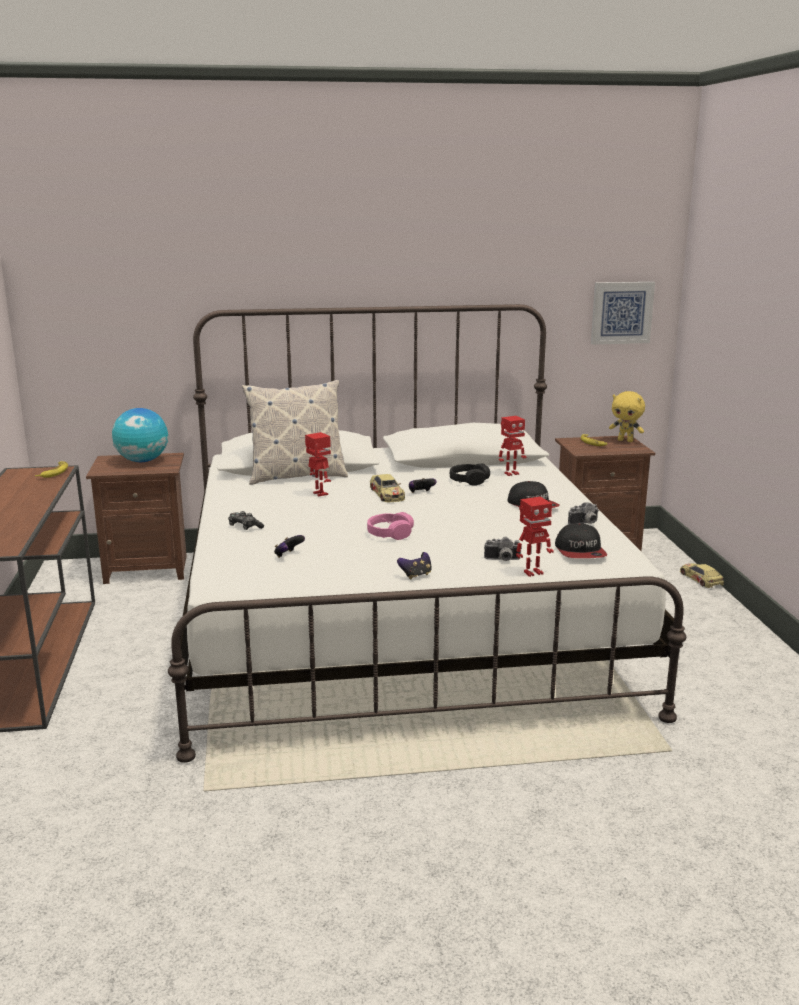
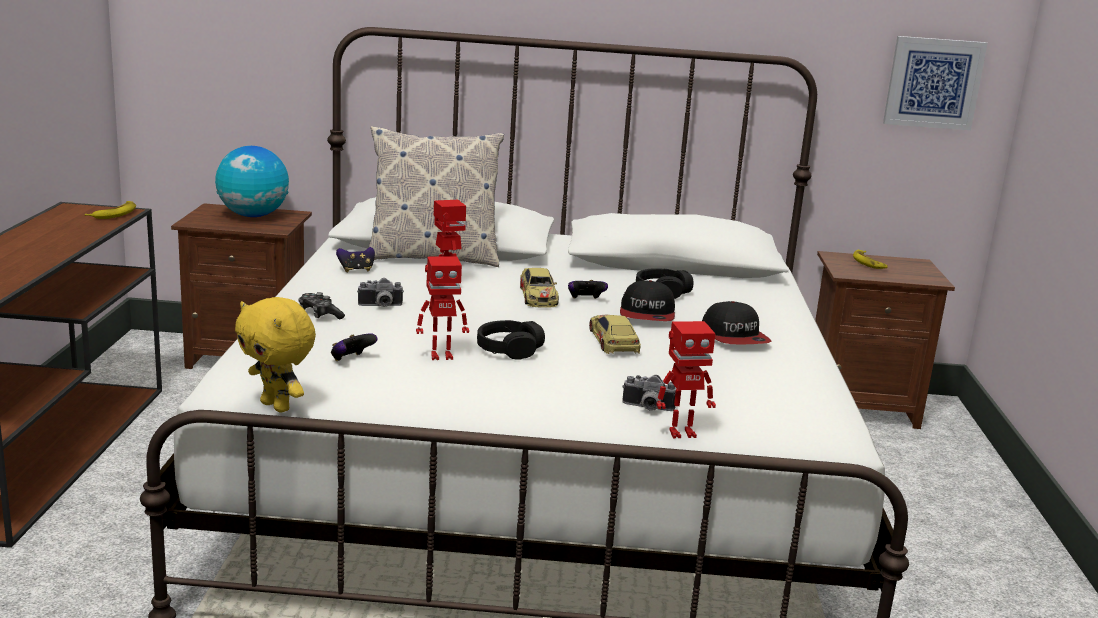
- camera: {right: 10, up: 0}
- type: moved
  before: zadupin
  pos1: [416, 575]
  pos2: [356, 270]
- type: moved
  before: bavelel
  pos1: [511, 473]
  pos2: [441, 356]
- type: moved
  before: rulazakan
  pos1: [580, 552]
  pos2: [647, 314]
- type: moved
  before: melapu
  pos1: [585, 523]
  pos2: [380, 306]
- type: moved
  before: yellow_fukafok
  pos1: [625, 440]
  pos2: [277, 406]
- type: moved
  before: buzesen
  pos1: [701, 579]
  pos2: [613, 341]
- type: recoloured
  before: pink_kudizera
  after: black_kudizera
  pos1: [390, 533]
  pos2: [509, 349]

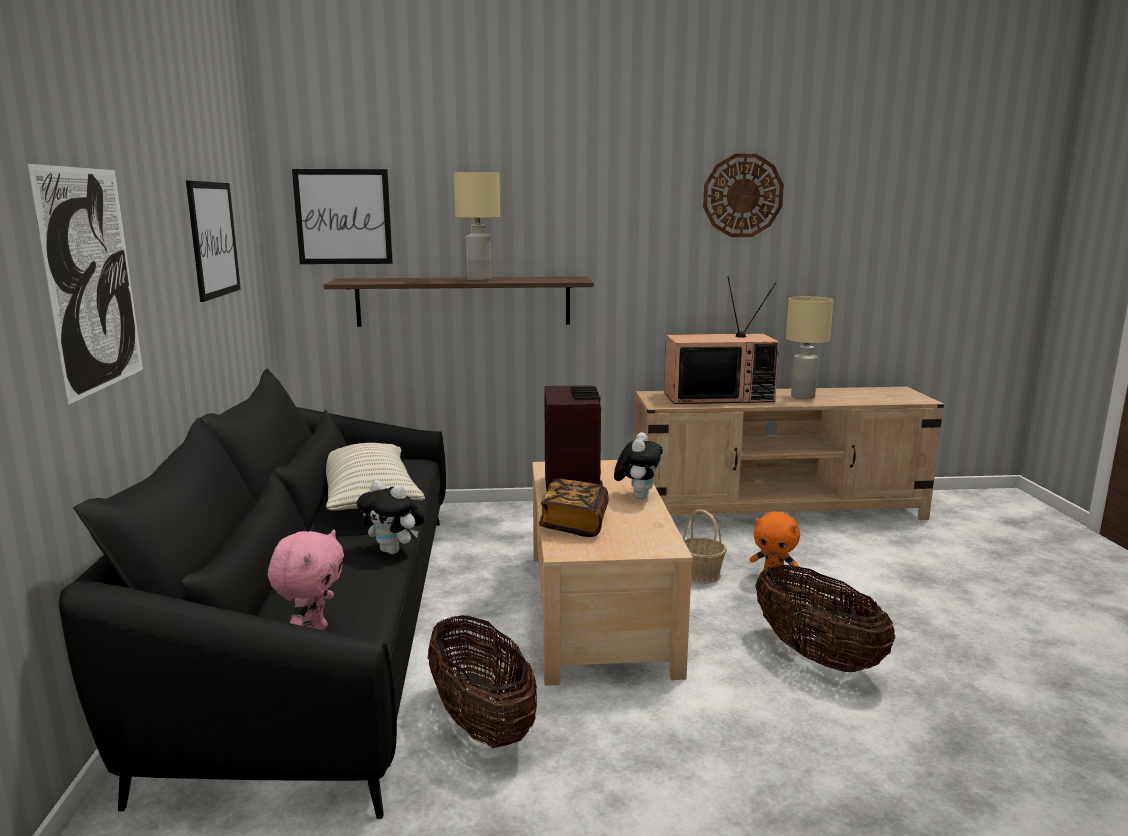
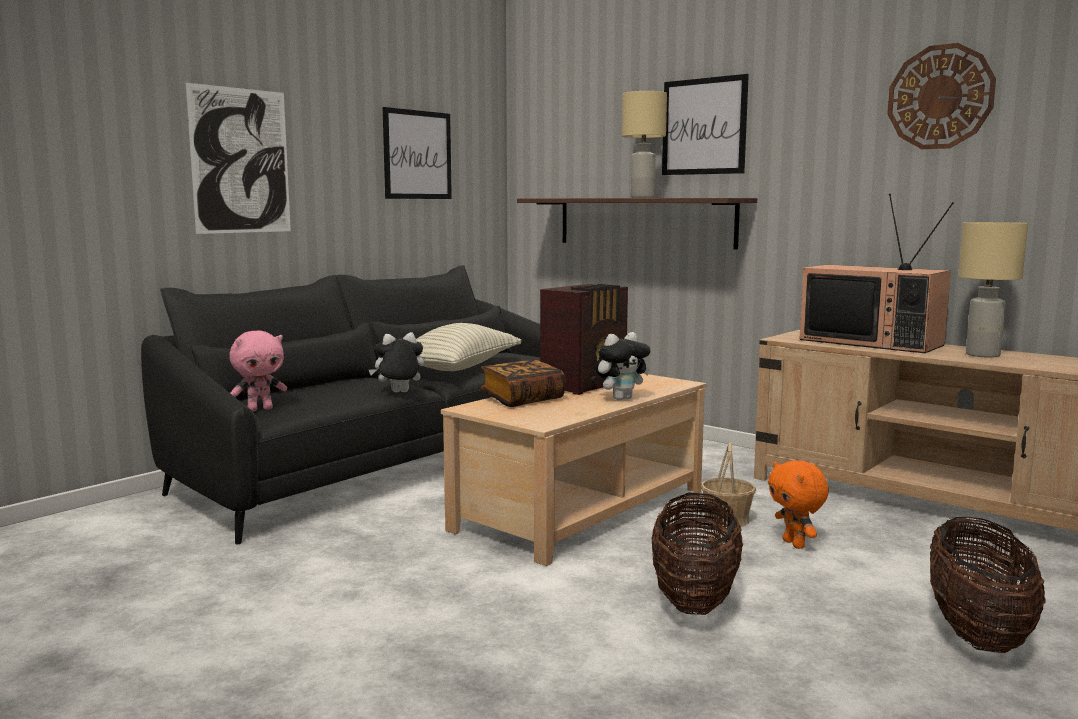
- camera: {right: 45, up: -5}
- type: moved
  before: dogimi
  pos1: [343, 217]
  pos2: [704, 126]
- type: moved
  before: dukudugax
  pos1: [481, 723]
  pos2: [977, 633]
- type: turned
  before: fukafok
  pos1: [394, 551]
  pos2: [399, 393]
  turn: 90

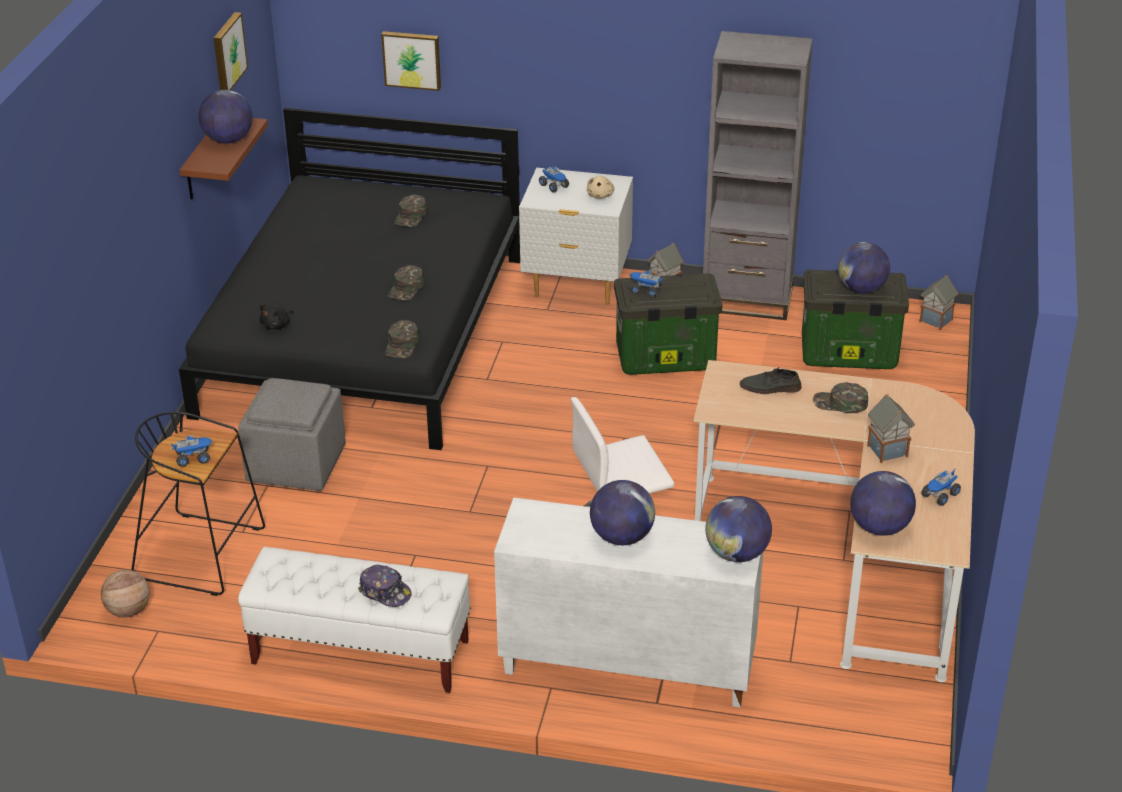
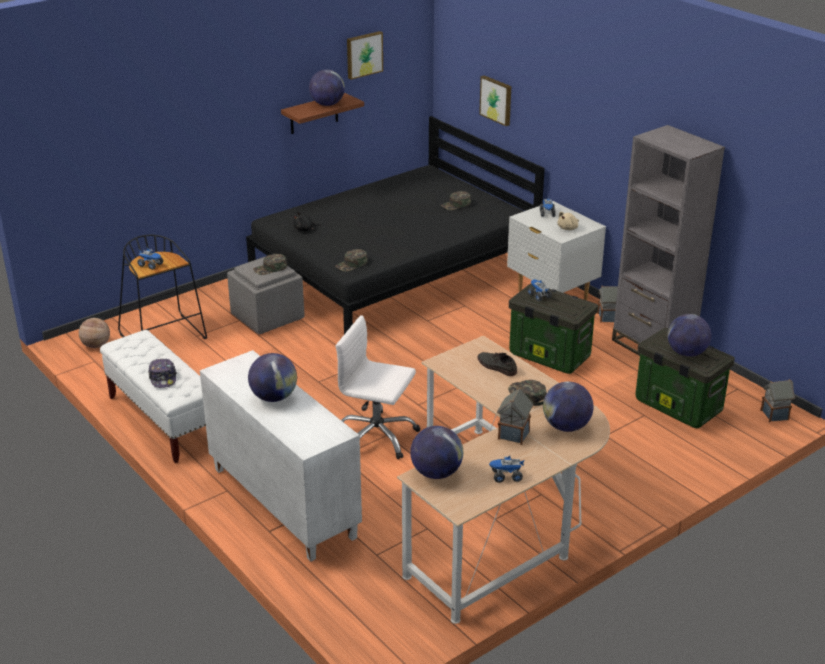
- camera: {right: 40, up: -5}
- type: moved
  before: green_rulazakan
  pos1: [406, 288]
  pos2: [270, 268]
- type: moved
  before: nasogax
  pos1: [737, 554]
  pos2: [566, 427]

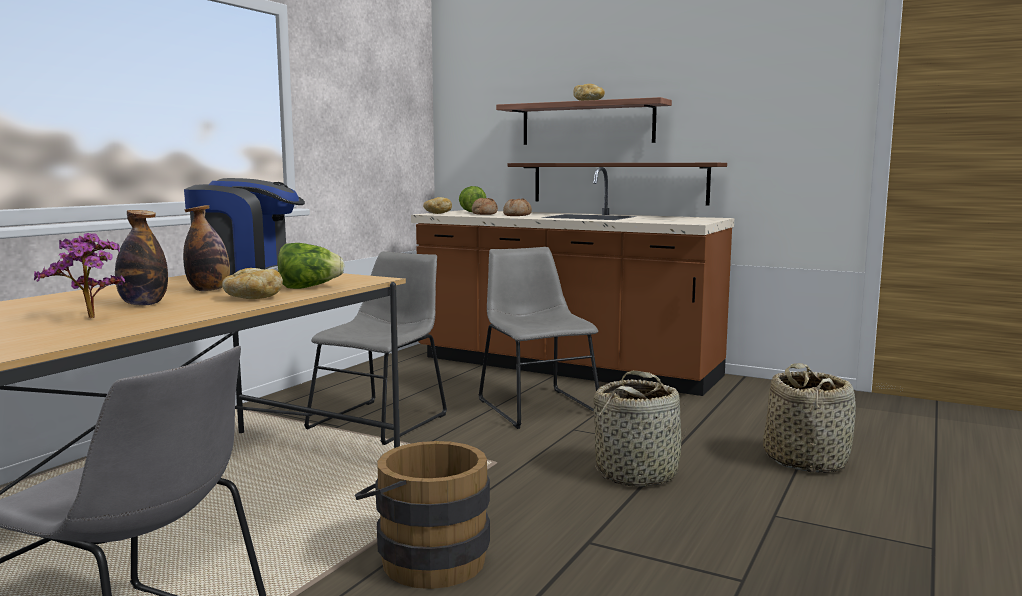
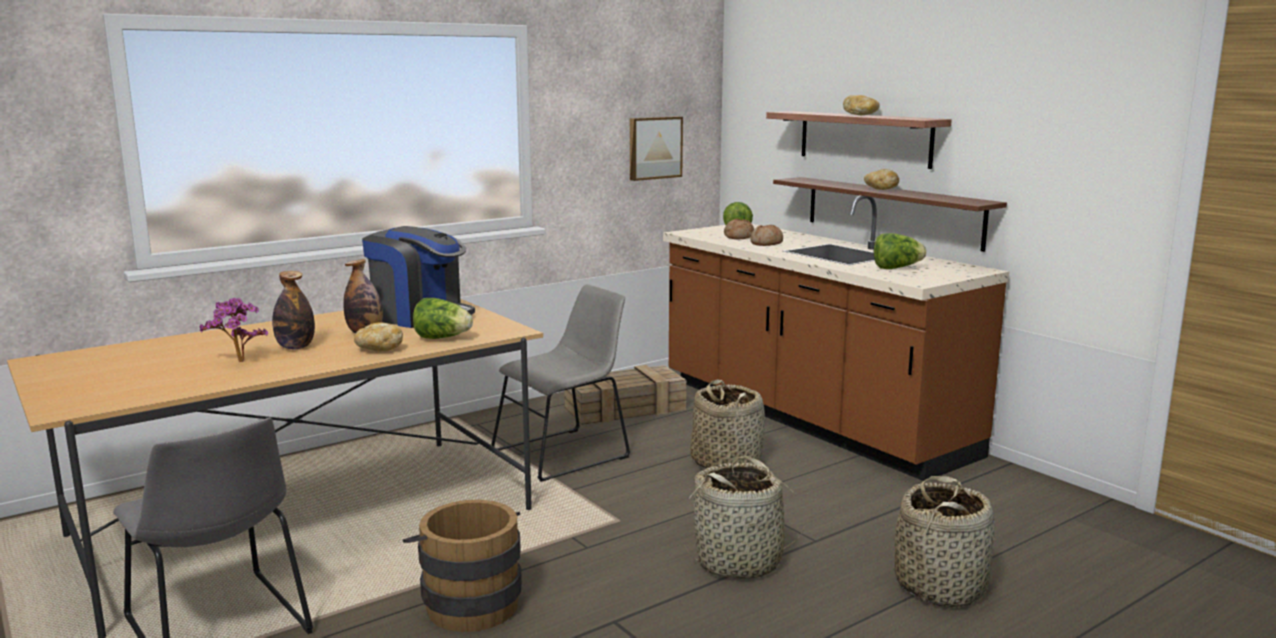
- camera: {right: 25, up: 5}
- type: added
  after: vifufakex
  pos2: [626, 408]
- type: added
  after: dogimi
  pos2: [654, 147]
- type: added
  after: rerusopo
  pos2: [896, 268]
- type: moved
  before: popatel
  pos1: [437, 213]
  pos2: [881, 189]
- type: replaced
  before: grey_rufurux
  after: dukudugax
  pos1: [536, 406]
  pos2: [726, 462]

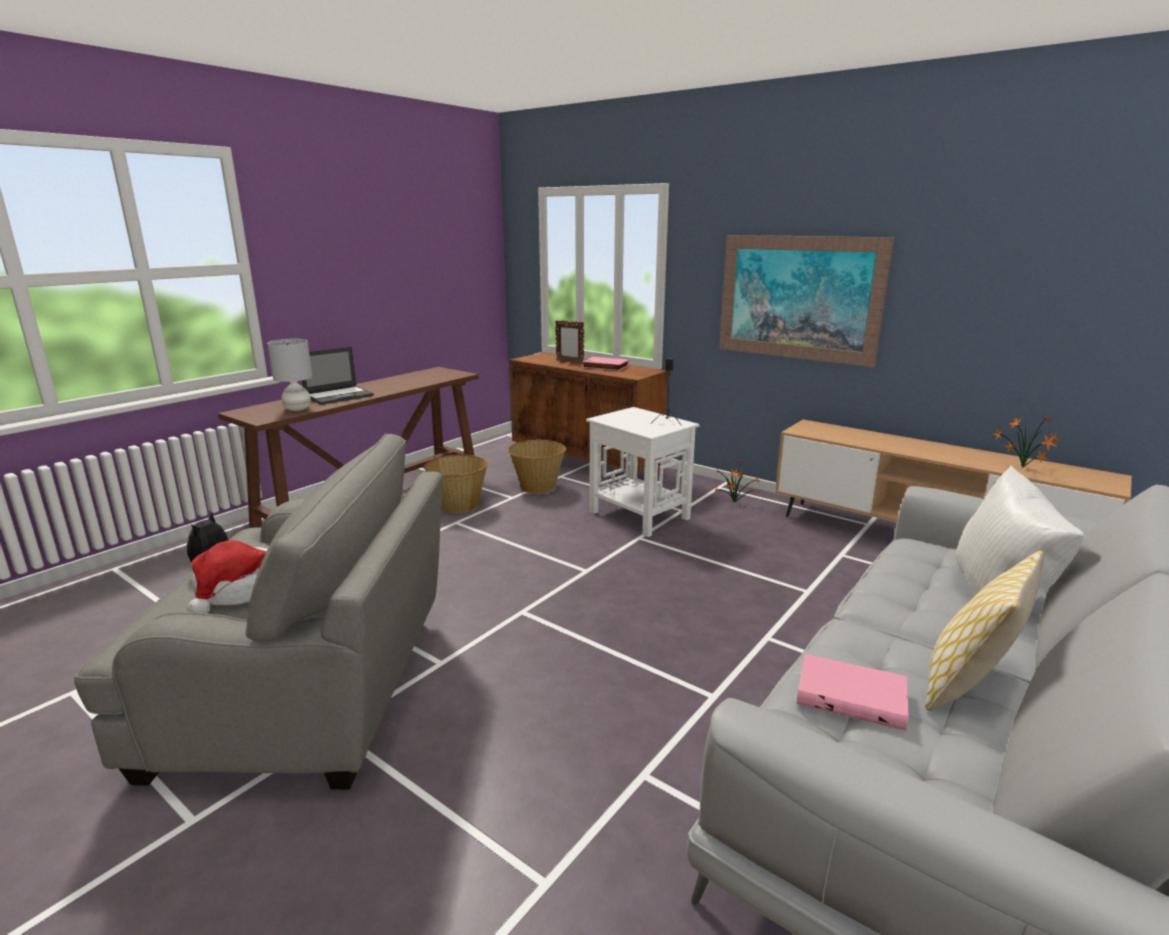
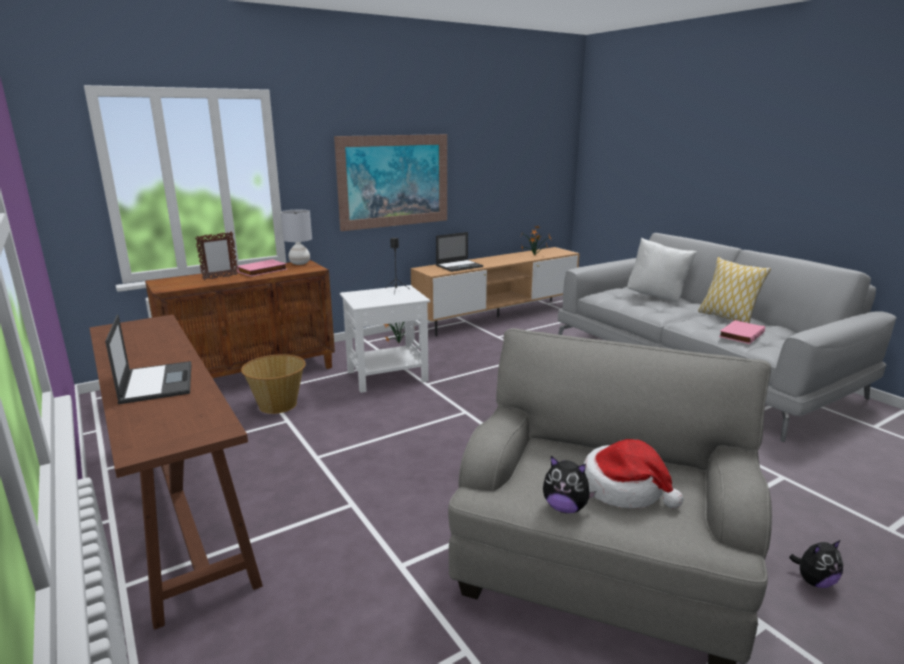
- camera: {right: -70, up: 0}
- type: removed
  before: dukudugax
  pos1: [459, 505]
- type: added
  after: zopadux
  pos2: [459, 266]
- type: added
  after: fukafok
  pos2: [814, 581]
- type: moved
  before: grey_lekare
  pos1: [297, 409]
  pos2: [299, 263]

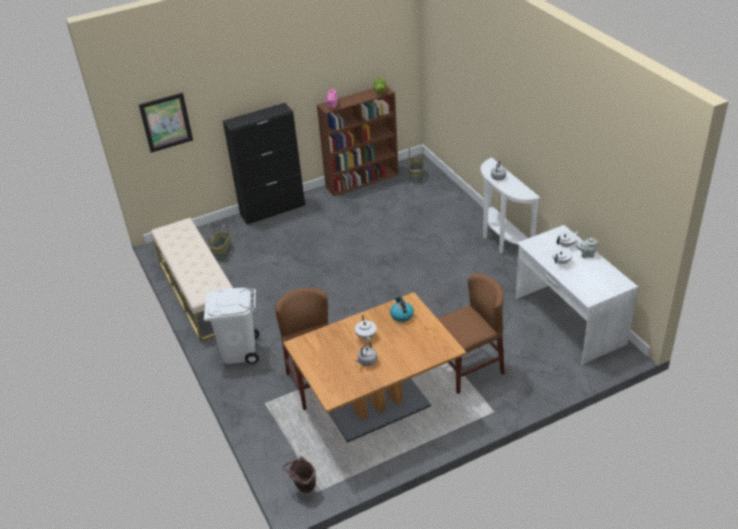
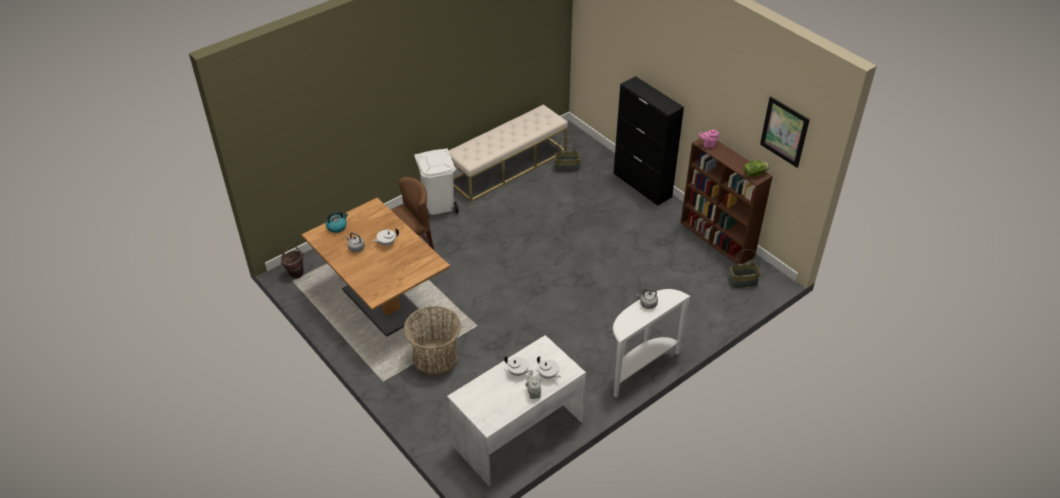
- camera: {right: 75, up: 5}
- type: moved
  before: dogimi
  pos1: [166, 122]
  pos2: [784, 131]
- type: moved
  before: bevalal
  pos1: [401, 315]
  pos2: [337, 227]
- type: replaced
  before: brown_rufurux
  after: dukudugax
  pos1: [468, 369]
  pos2: [435, 358]

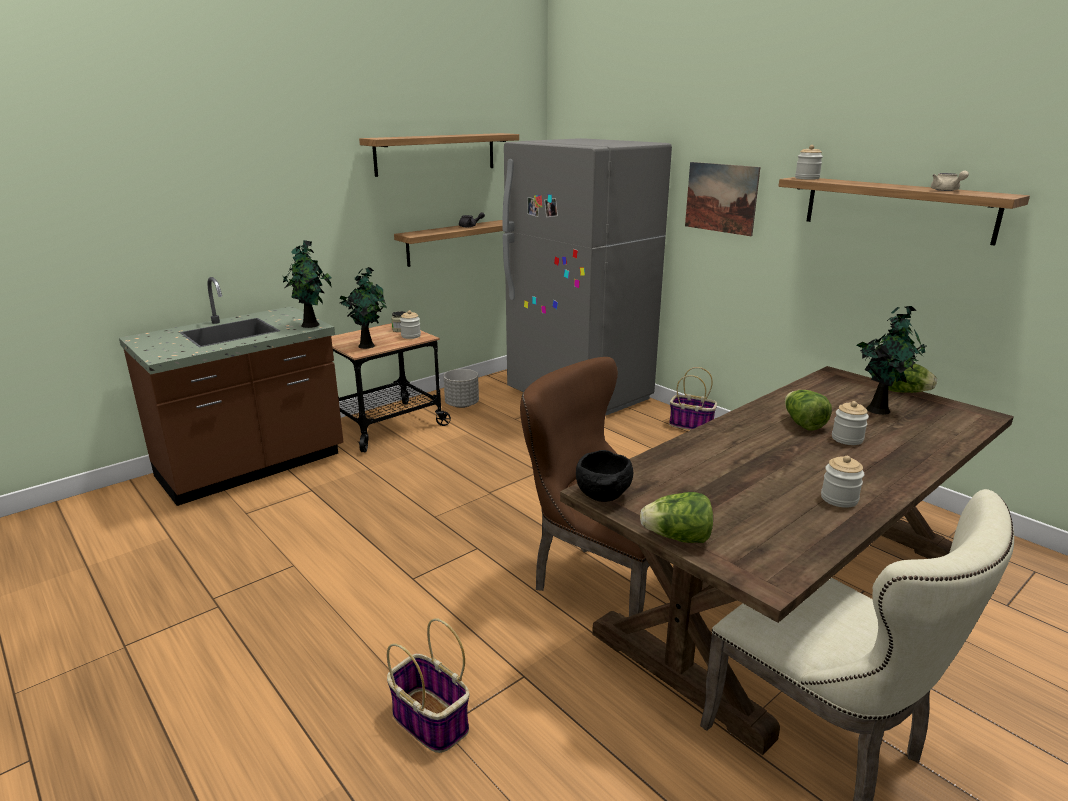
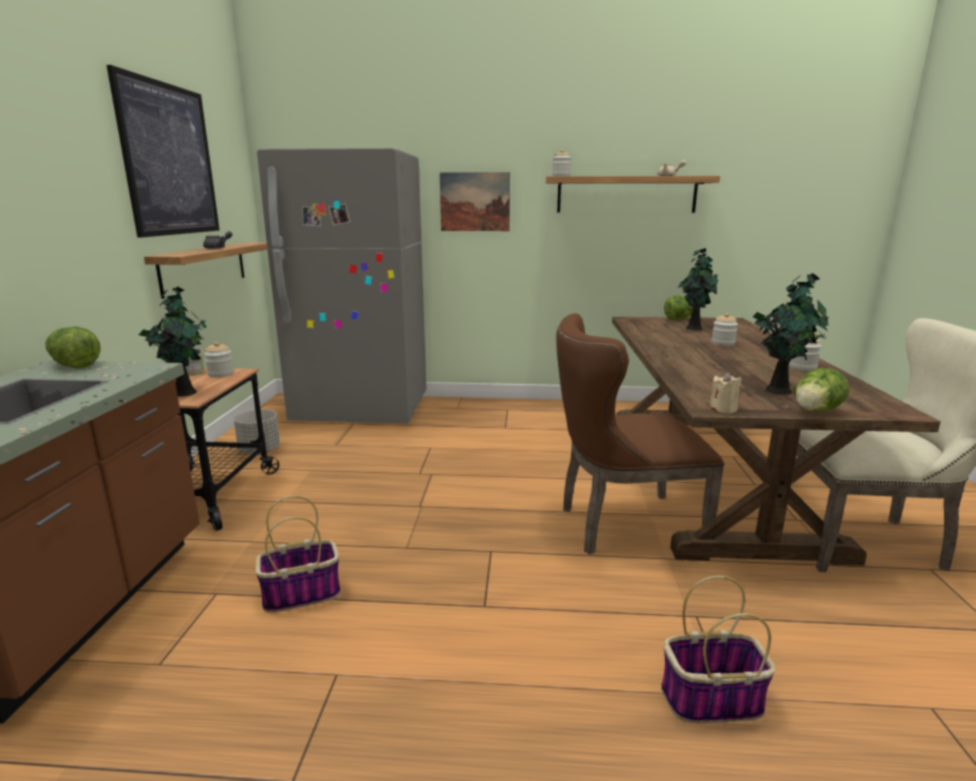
- camera: {right: -45, up: -5}
- type: moved
  before: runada
  pos1: [312, 325]
  pos2: [779, 390]
- type: moved
  before: dukudugax
  pos1: [692, 425]
  pos2: [302, 594]
- type: moved
  before: rerusopo
  pos1: [802, 424]
  pos2: [74, 365]
- type: replaced
  before: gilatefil
  after: dogimi
  pos1: [436, 154]
  pos2: [169, 160]
- type: replaced
  before: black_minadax
  after: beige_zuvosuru
  pos1: [603, 497]
  pos2: [723, 409]

